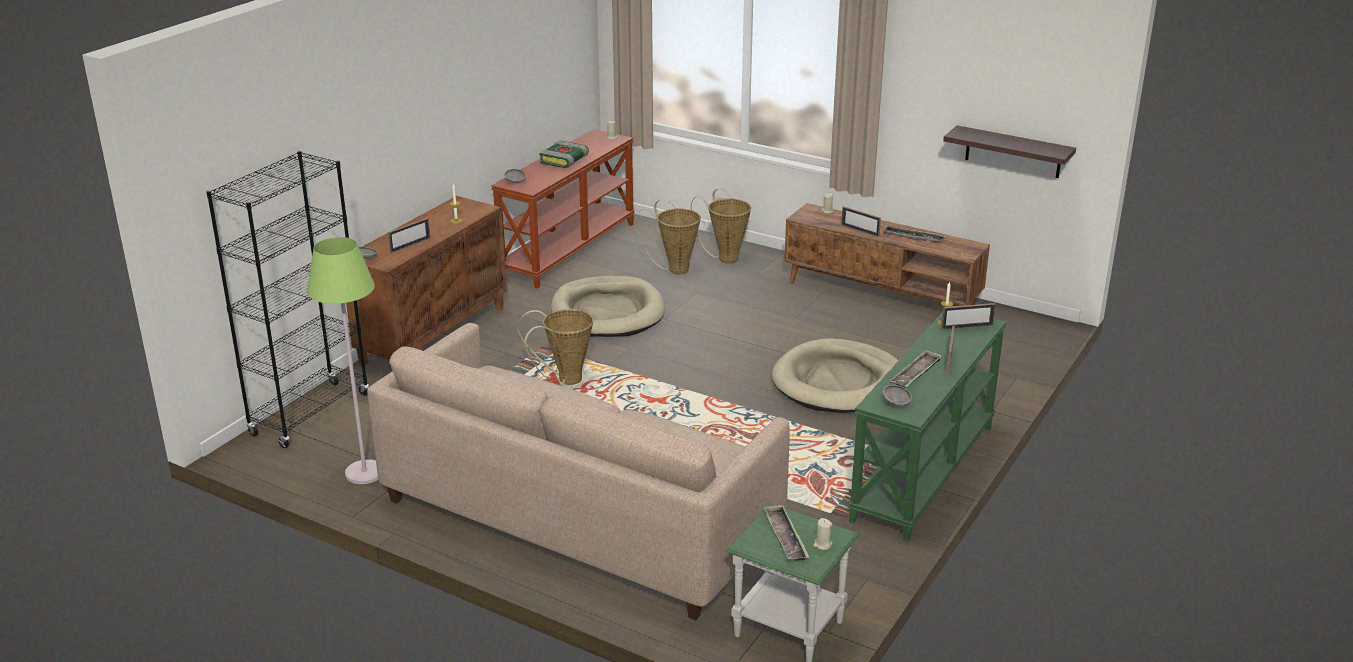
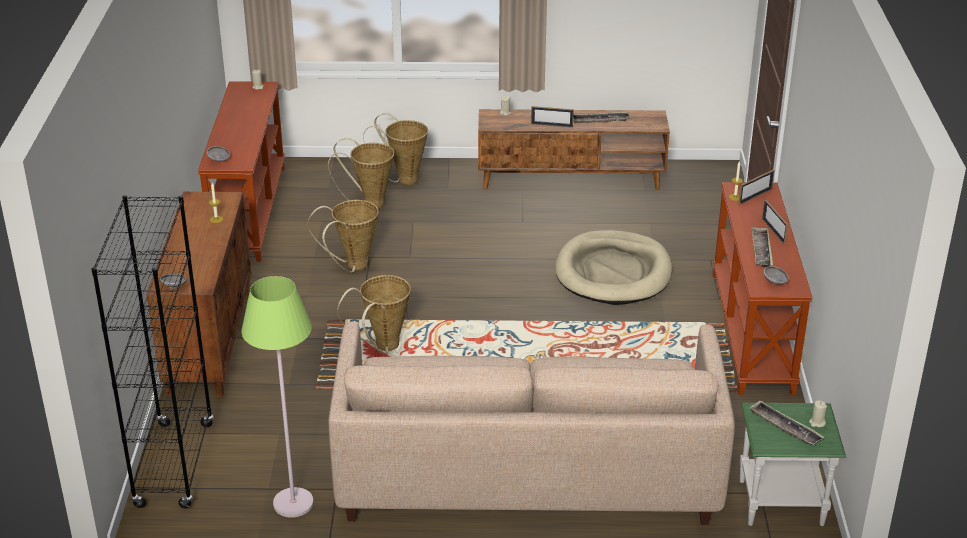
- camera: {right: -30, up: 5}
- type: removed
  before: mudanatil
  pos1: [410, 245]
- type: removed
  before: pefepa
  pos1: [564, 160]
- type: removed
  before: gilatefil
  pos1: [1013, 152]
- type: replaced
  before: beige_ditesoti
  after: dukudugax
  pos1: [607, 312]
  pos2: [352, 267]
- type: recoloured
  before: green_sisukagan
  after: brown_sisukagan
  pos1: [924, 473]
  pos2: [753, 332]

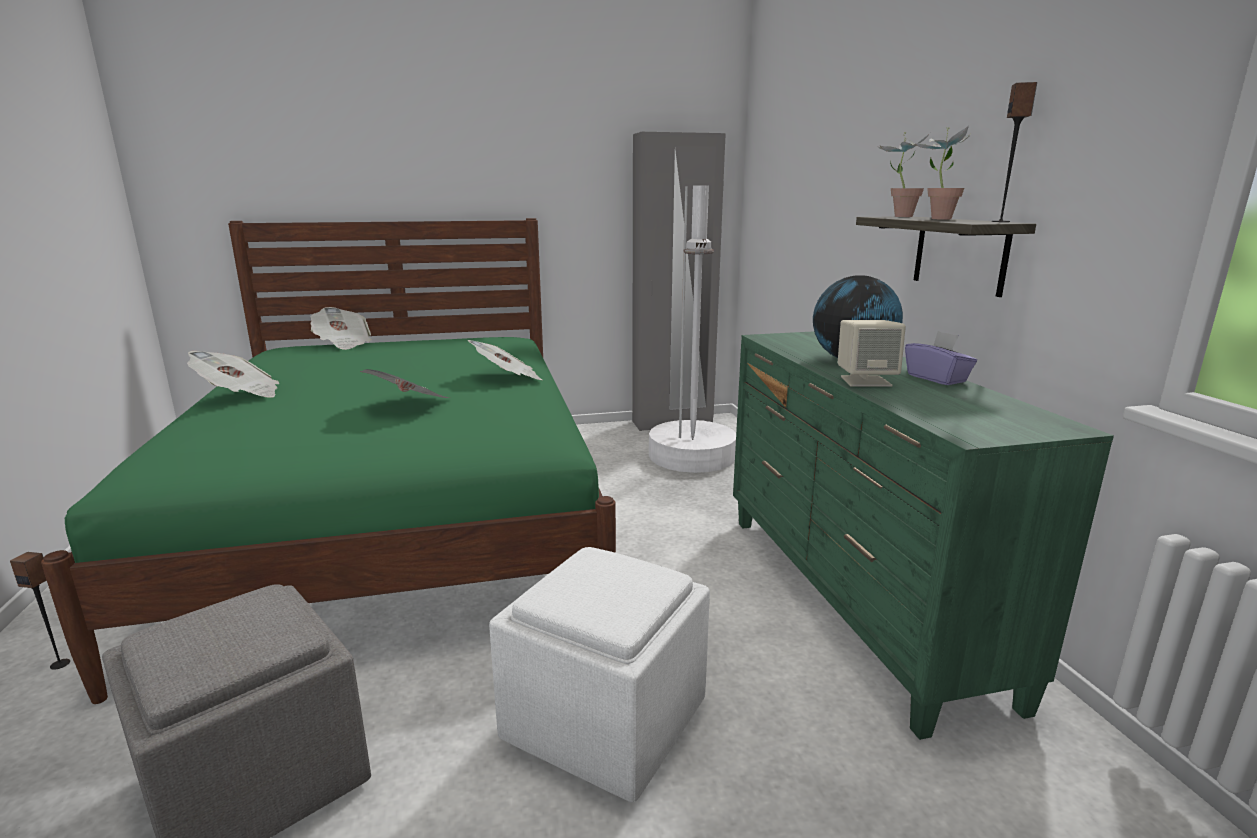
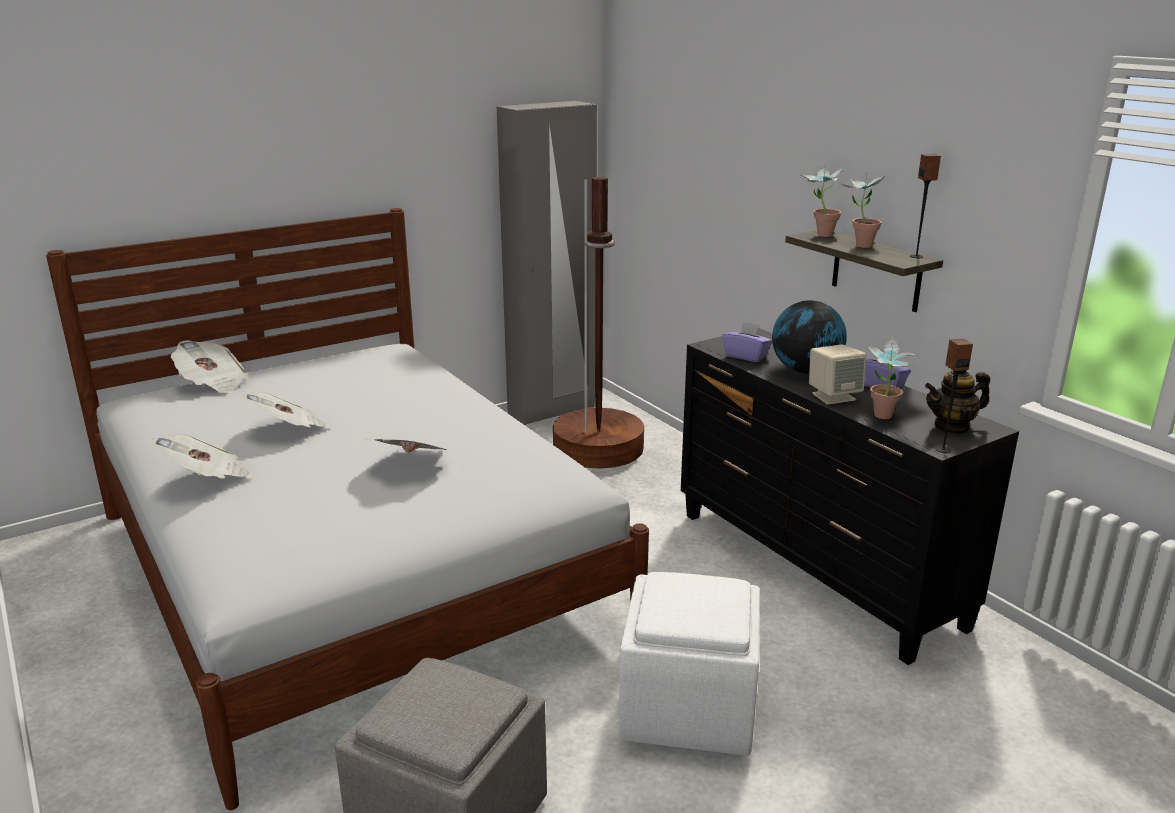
- camera: {right: -20, up: 5}
- type: added
  after: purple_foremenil
  pos2: [746, 356]
- type: added
  after: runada
  pos2: [882, 418]
- type: added
  after: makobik
  pos2: [952, 427]
- type: moved
  before: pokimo
  pos1: [60, 664]
  pos2: [943, 449]
- type: moved
  before: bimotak
  pos1: [508, 379]
  pos2: [290, 429]
- type: recoloured
  before: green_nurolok
  after: white_nurolok
  pos1: [400, 516]
  pos2: [350, 570]
- type: recoloured
  before: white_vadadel
  after: brown_vadadel
  pos1: [692, 456]
  pos2: [598, 448]
- type: recoloured
  before: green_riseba
  after: black_riseba
  pos1: [852, 600]
  pos2: [815, 569]

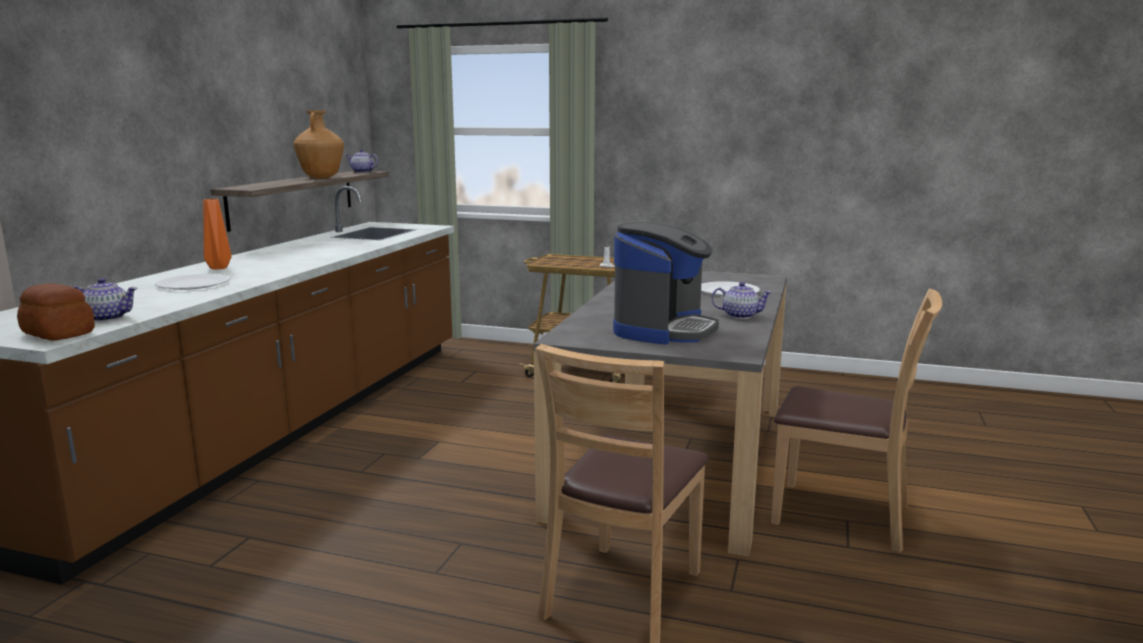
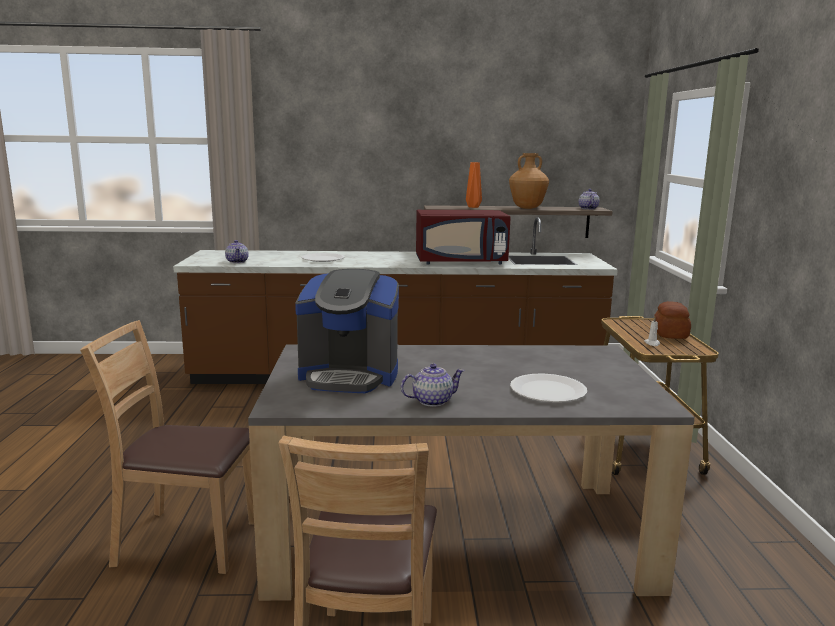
- camera: {right: 70, up: 0}
- type: added
  after: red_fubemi
  pos2: [461, 262]
- type: moved
  before: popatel
  pos1: [59, 333]
  pos2: [671, 333]
- type: moved
  before: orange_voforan
  pos1: [217, 268]
  pos2: [472, 207]
- type: turned
  before: makobik
  pos1: [739, 315]
  pos2: [432, 401]
  turn: -105

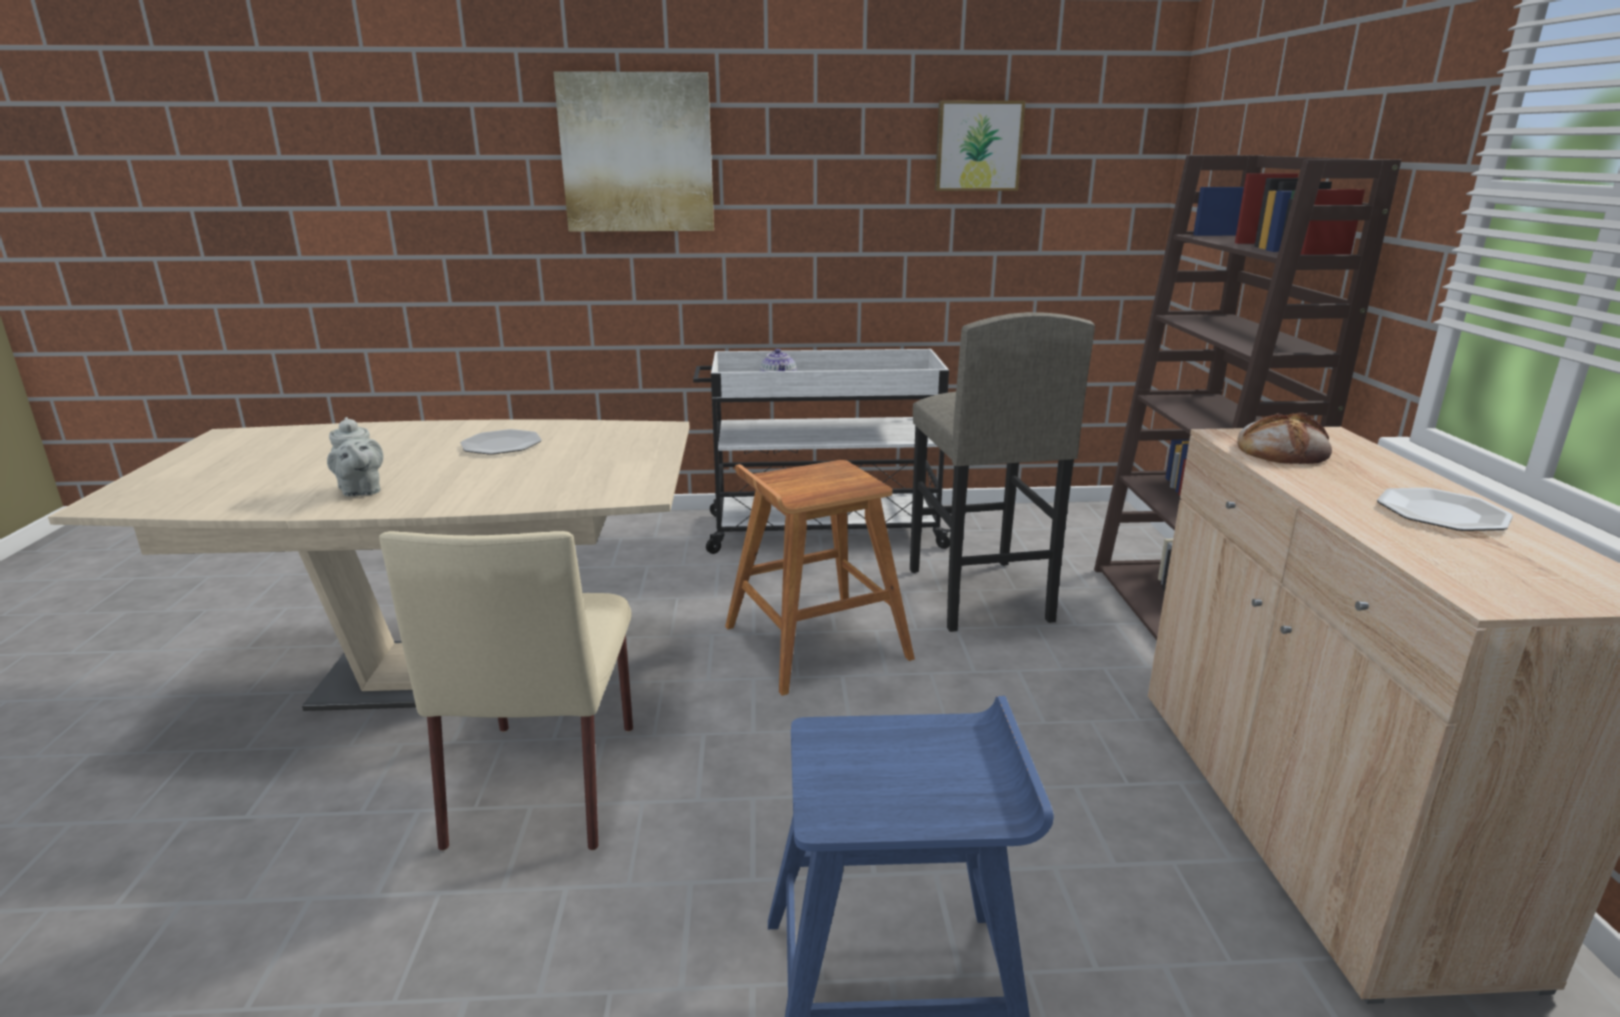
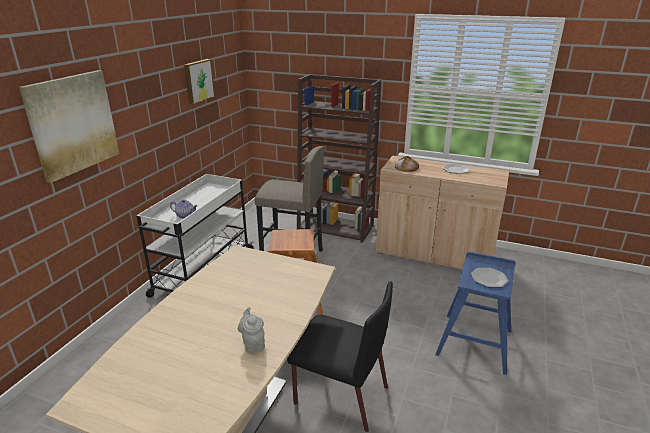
- camera: {right: -65, up: 5}
- type: moved
  before: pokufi
  pos1: [501, 445]
  pos2: [489, 278]
- type: recoloured
  before: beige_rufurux
  after: black_rufurux
  pos1: [545, 780]
  pos2: [339, 395]
- type: turned
  before: grey_makobik
  pos1: [361, 491]
  pos2: [253, 343]
  turn: -105

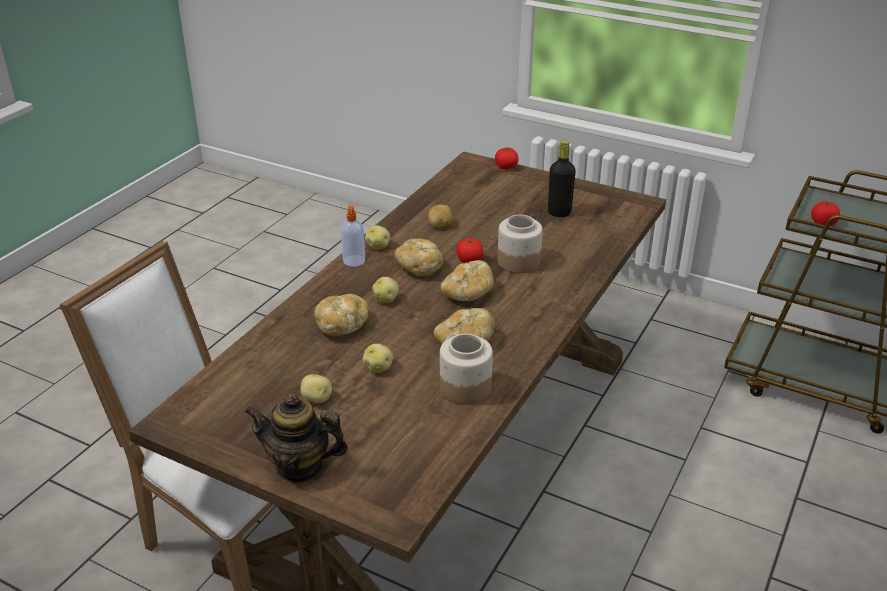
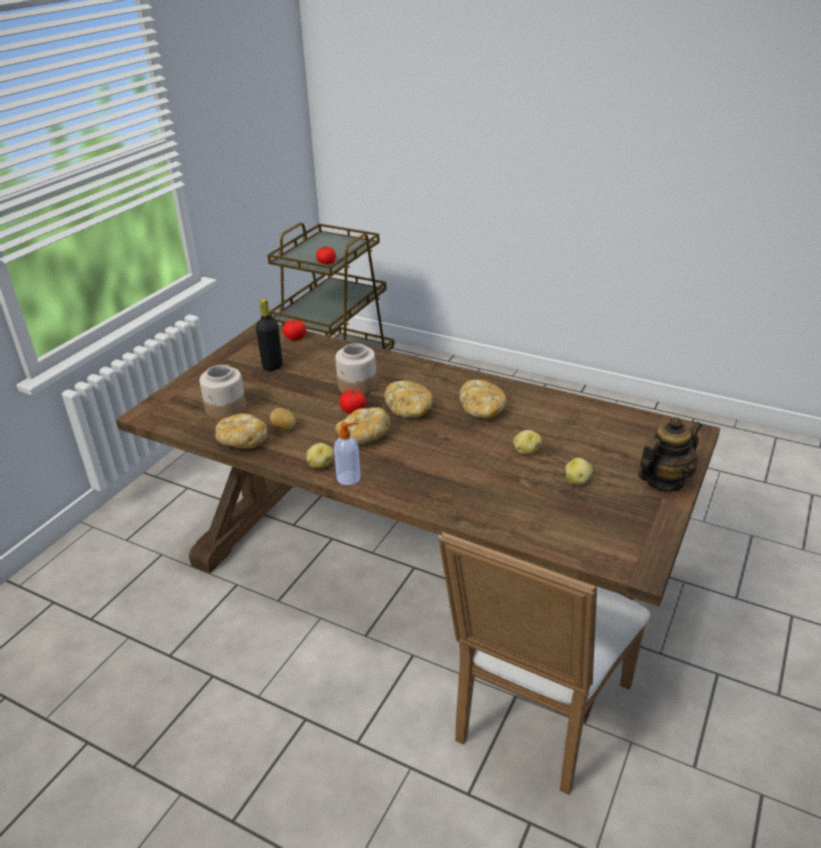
- camera: {right: -90, up: 0}
- type: removed
  before: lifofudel
  pos1: [386, 299]
- type: moved
  before: popatel
  pos1: [342, 325]
  pos2: [242, 442]
- type: moved
  before: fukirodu
  pos1: [464, 388]
  pos2: [226, 409]
- type: moved
  before: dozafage
  pos1: [506, 167]
  pos2: [295, 338]
- type: turned
  before: makobik
  pos1: [299, 467]
  pos2: [663, 481]
  turn: -135

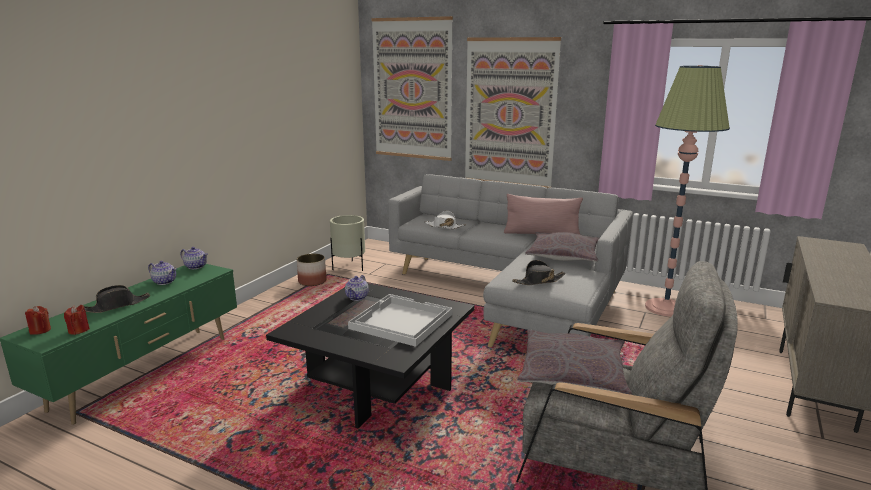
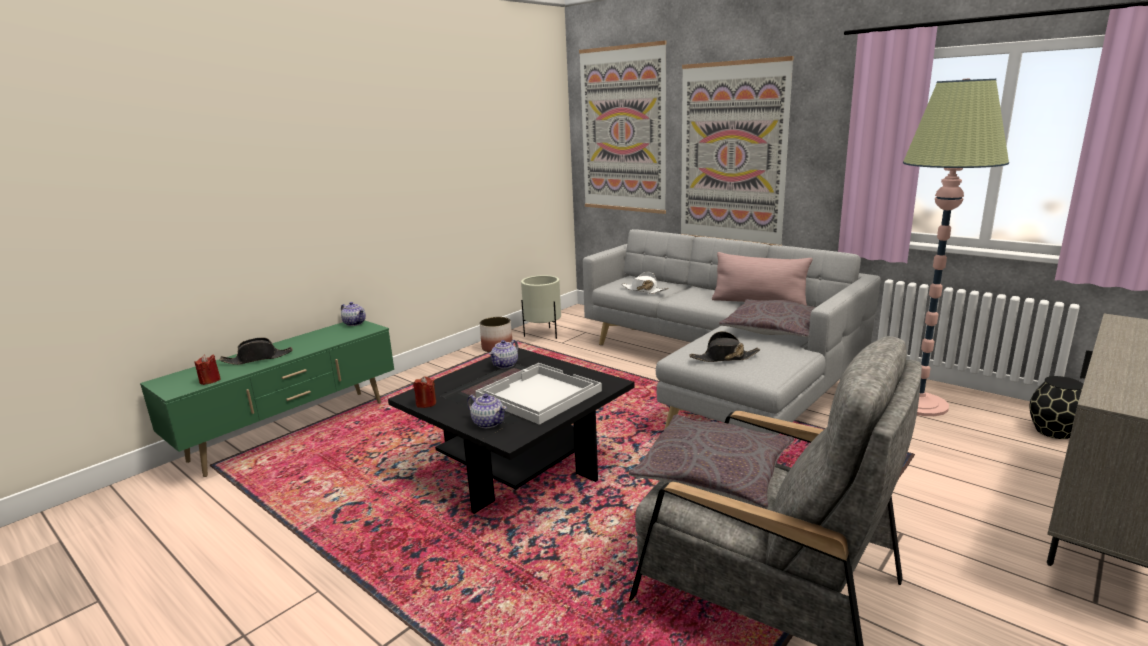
- camera: {right: 15, up: 0}
- type: added
  after: black_voforan
  pos2: [1054, 432]
- type: moved
  before: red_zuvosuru
  pos1: [40, 330]
  pos2: [426, 403]
- type: moved
  before: makobik
  pos1: [164, 281]
  pos2: [488, 423]

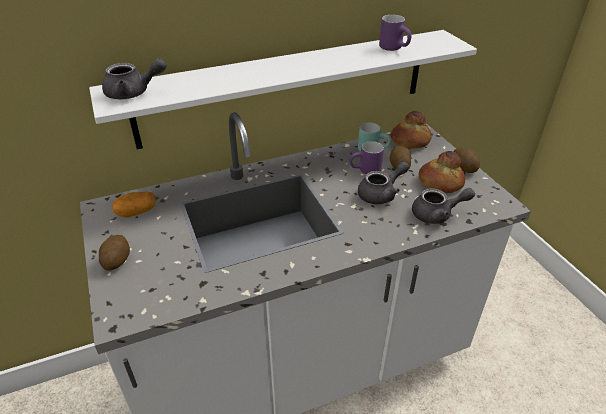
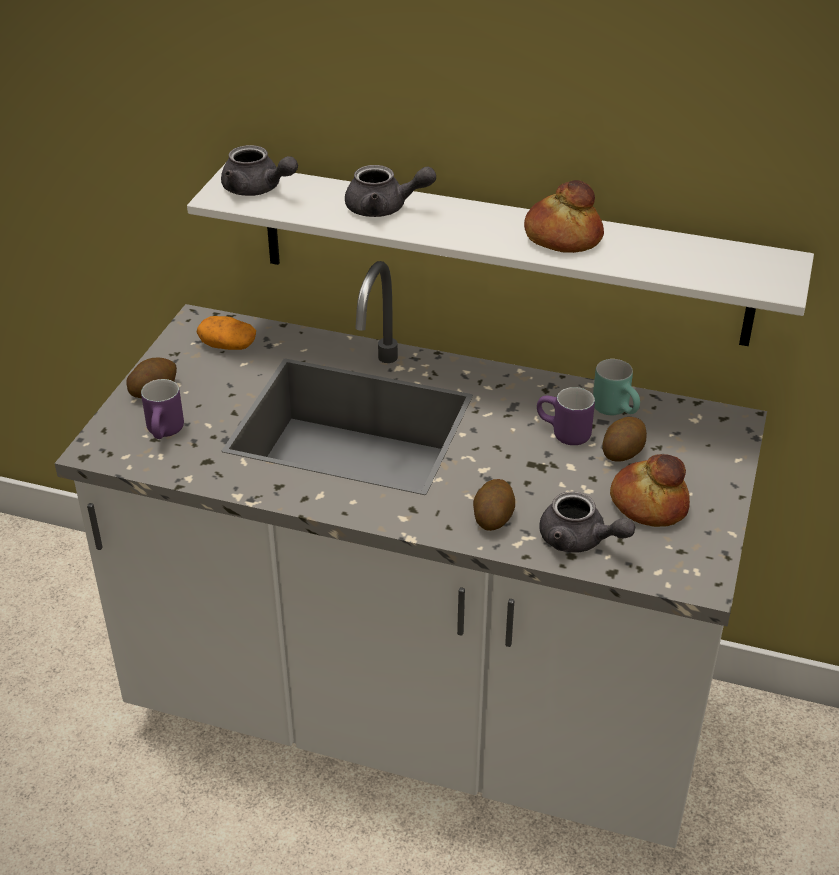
- camera: {right: 40, up: 0}
- type: moved
  before: grey_makobik
  pos1: [381, 194]
  pos2: [384, 208]
- type: moved
  before: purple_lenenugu
  pos1: [395, 48]
  pos2: [167, 433]
- type: moved
  before: popatel
  pos1: [409, 141]
  pos2: [562, 237]
- type: moved
  before: lifofudel
  pos1: [463, 167]
  pos2: [493, 517]

